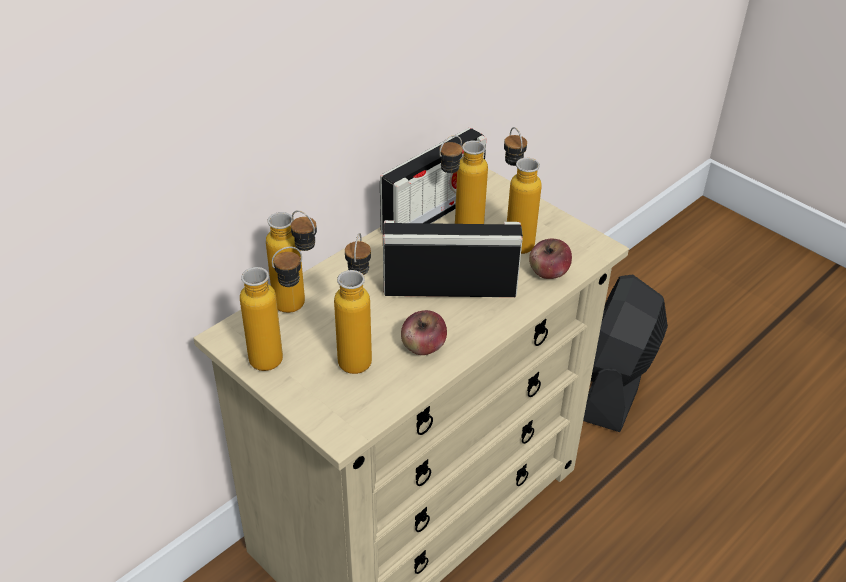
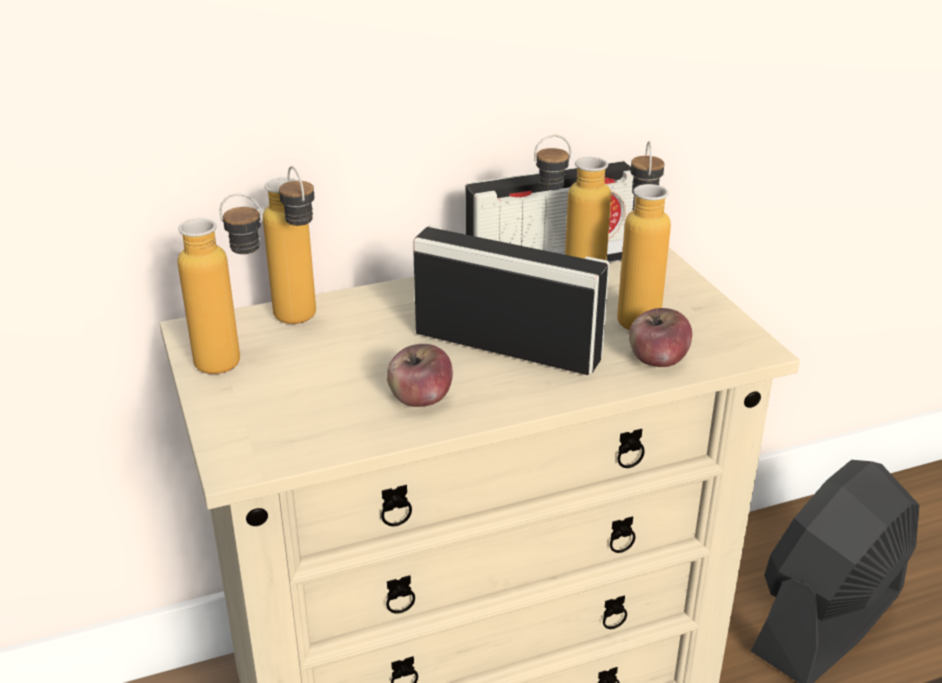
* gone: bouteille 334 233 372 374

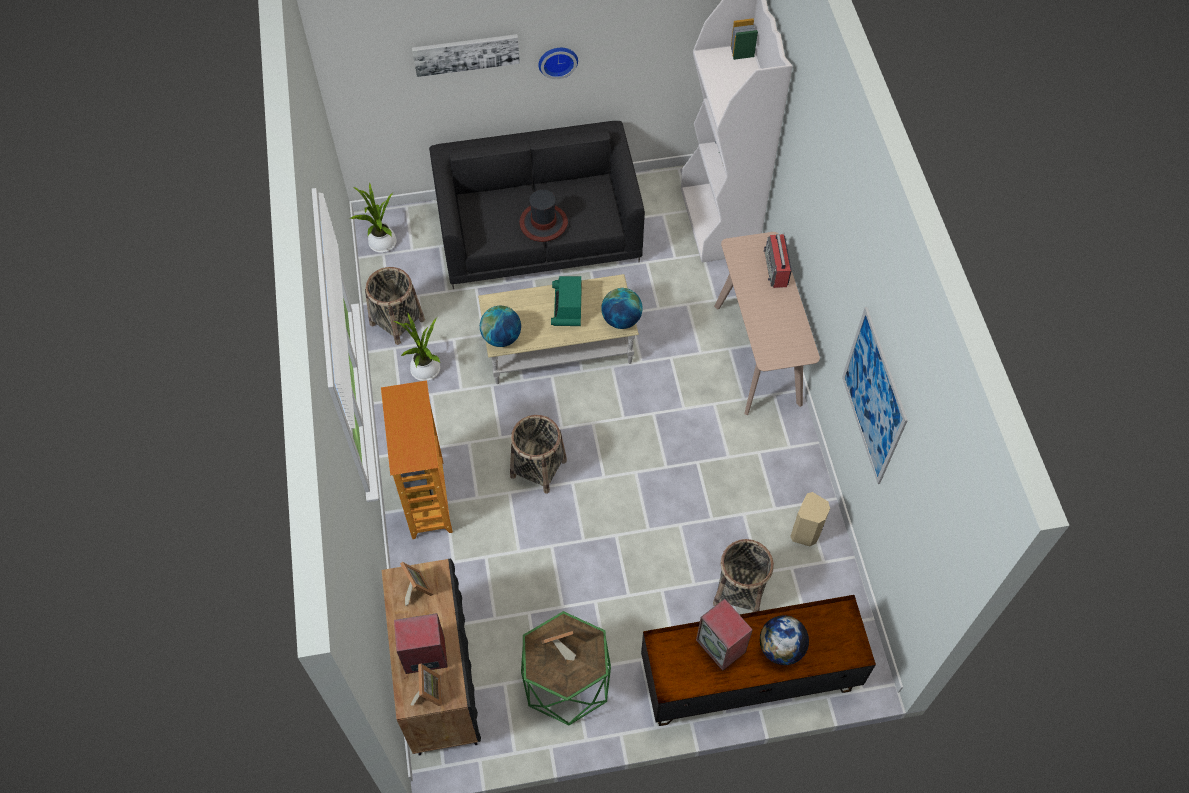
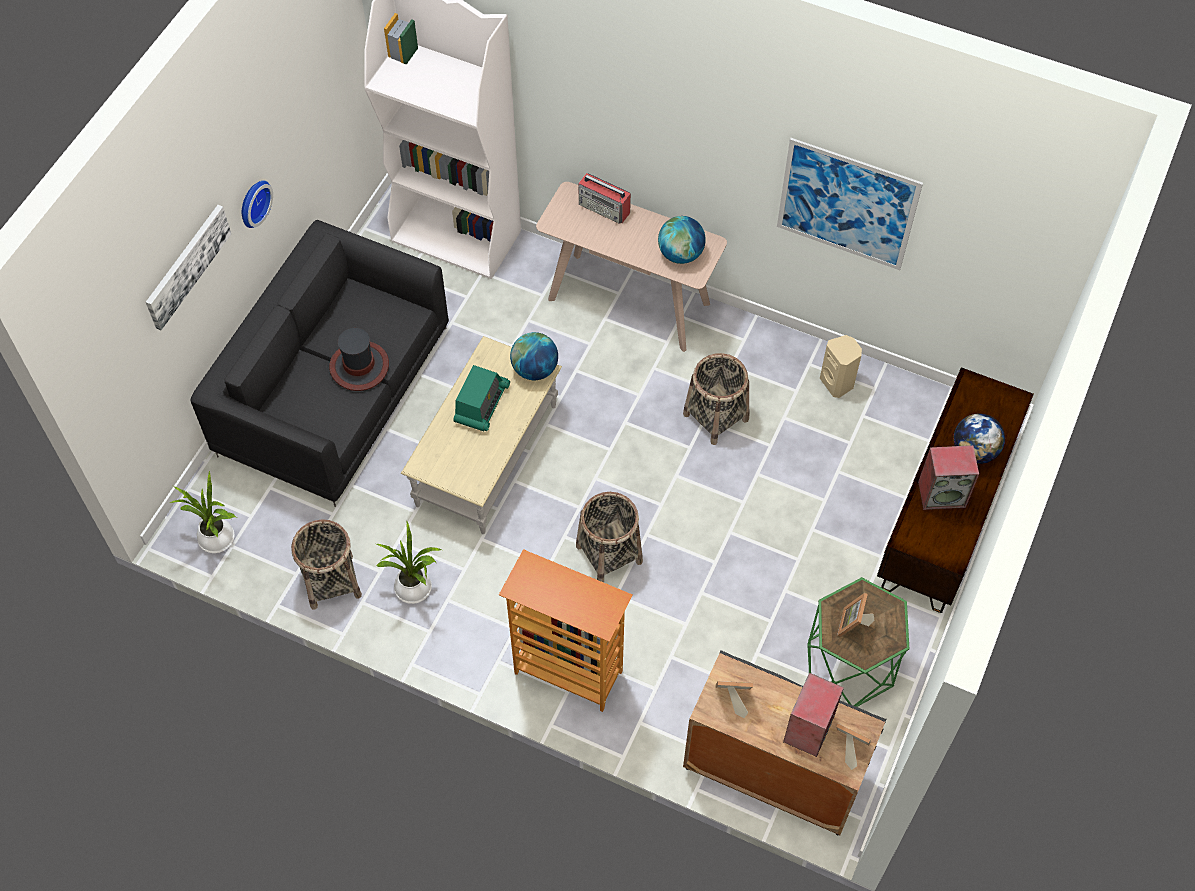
* shifted: globe 480 306 521 347 to 658 216 706 264
* rotated: radio 551 276 582 326 = 453 365 510 431 105 degrees counterclockwise
* shifted: panier 713 539 774 612 to 683 353 749 445

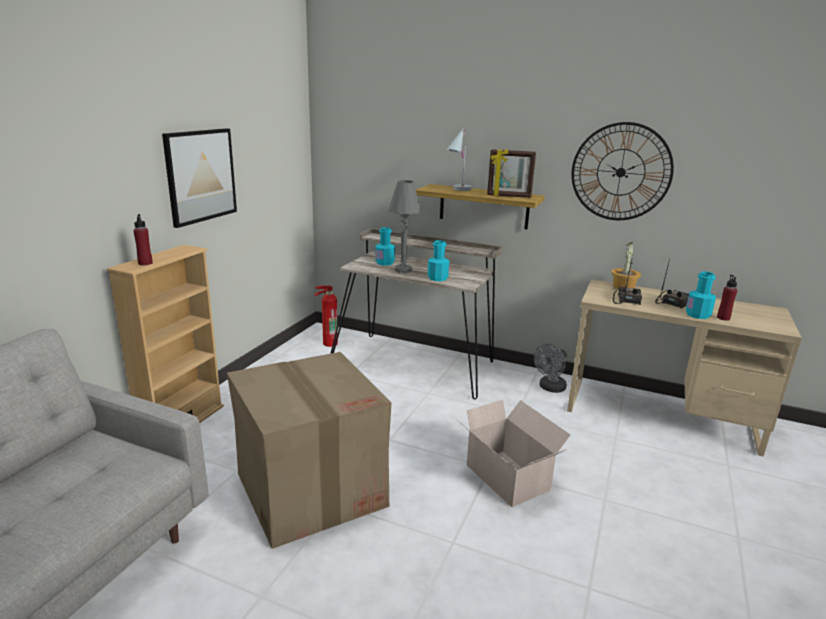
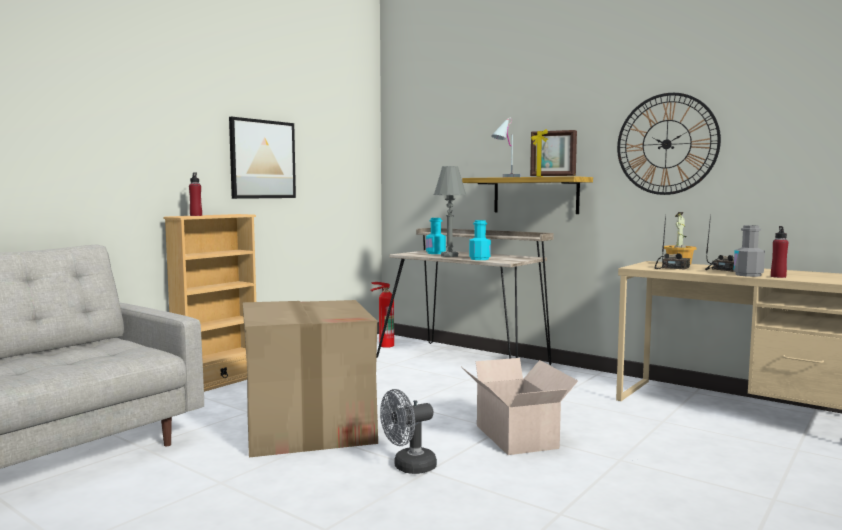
* shifted: ventilateur [gris] 534 344 567 393 to 380 389 437 474
* repainted: bouteille [turquoise] 686 271 716 319 to bouteille [gris] 733 225 765 277

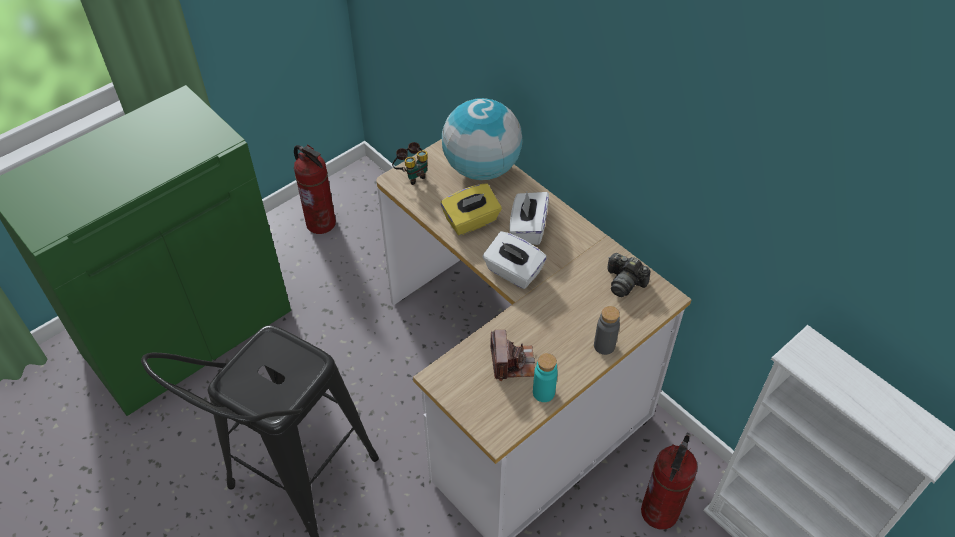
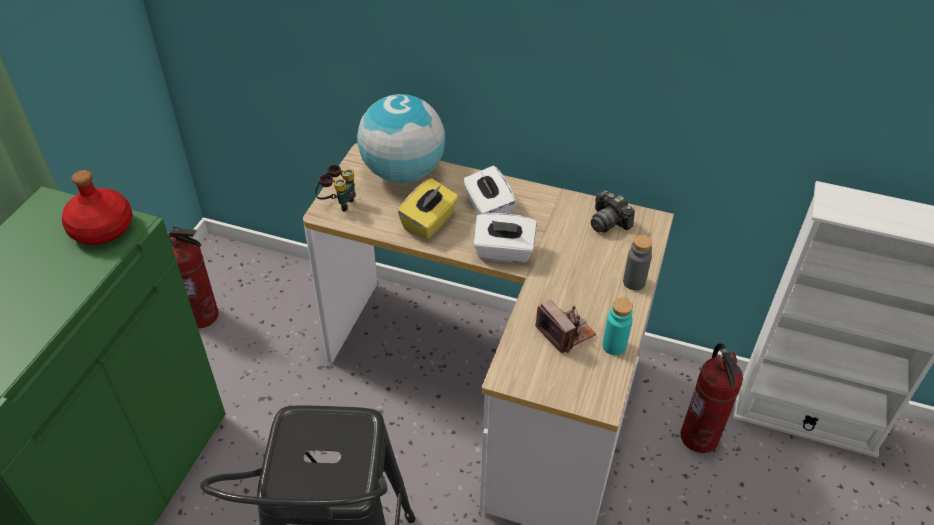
* rotated: appareil photo 607 253 651 297 = 591 190 635 233 45 degrees clockwise
* new: bouteille [rouge] 62 170 133 245

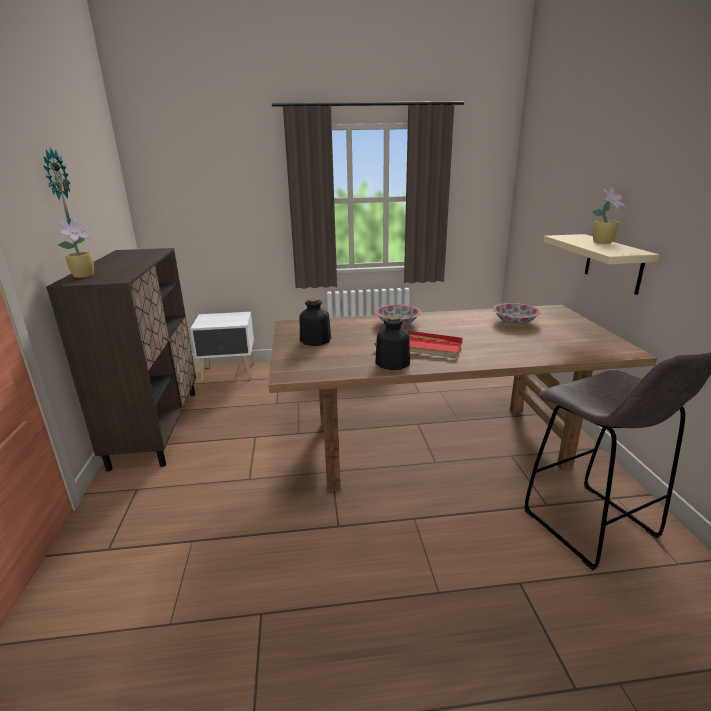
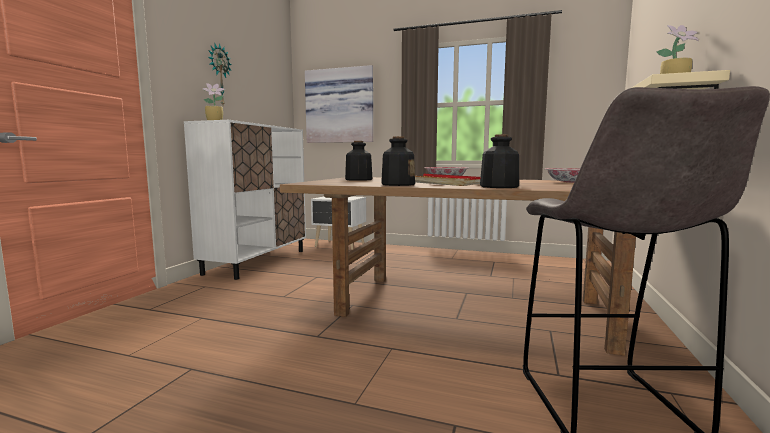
* repainted: meuble de rangement [marron] 46 248 196 471 to meuble de rangement [blanc] 184 120 306 280
* new: tableau 305 65 373 143
* new: bouteille 480 134 519 188

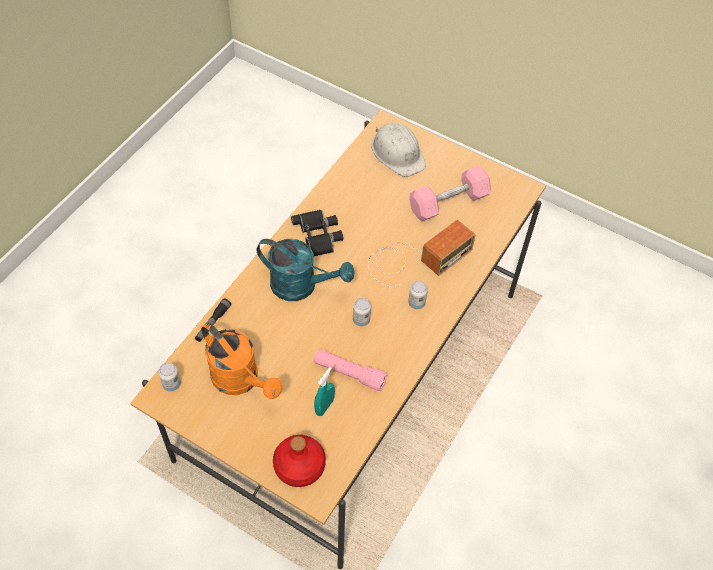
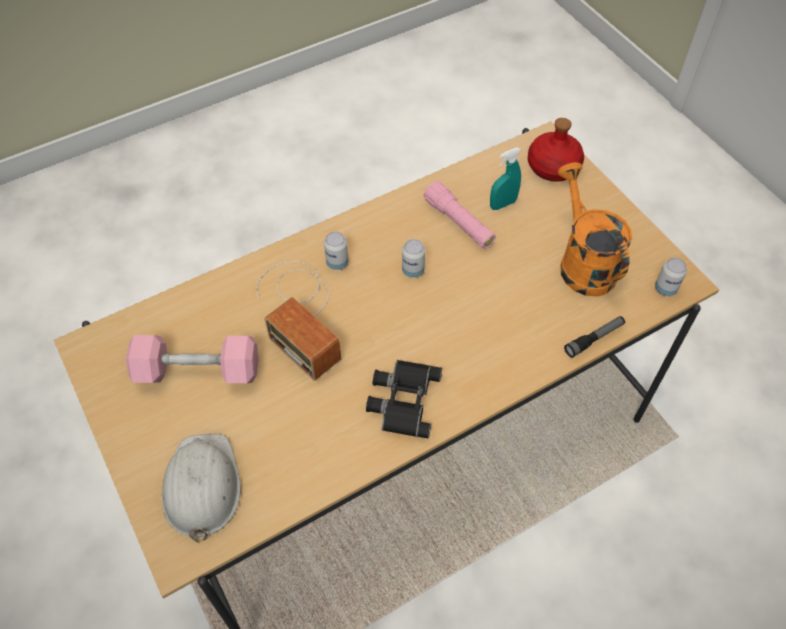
* gone: arrosoir [turquoise] 257 239 355 301
* rotated: radio 368 220 476 287 = 256 261 341 381 120 degrees counterclockwise

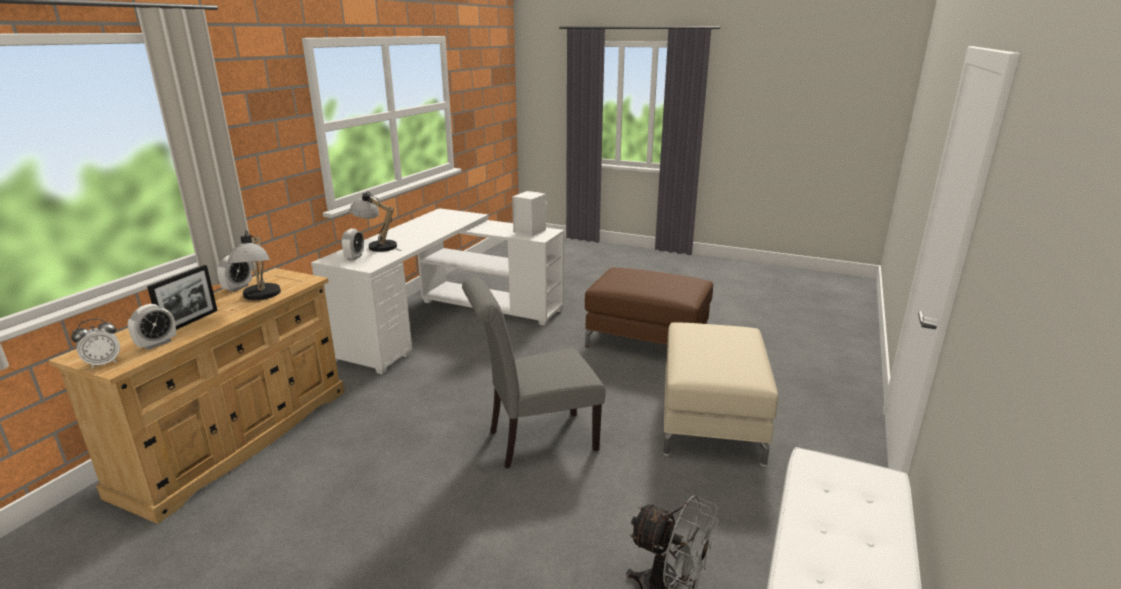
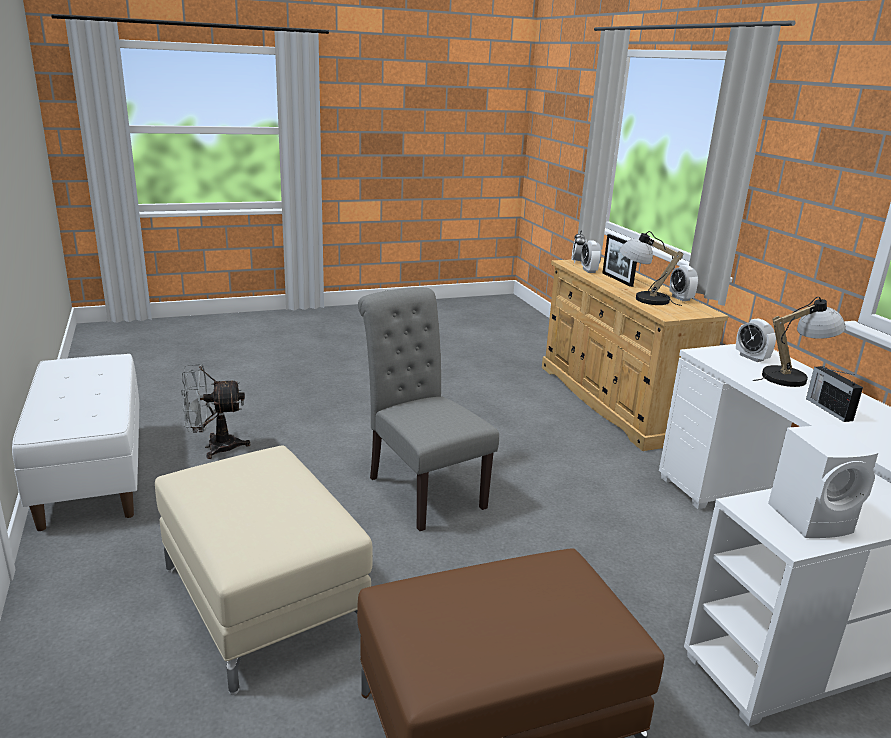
* rotated: chaise [gris] 462 277 605 469 = 358 287 499 531 60 degrees counterclockwise
* new: radio 806 366 863 422

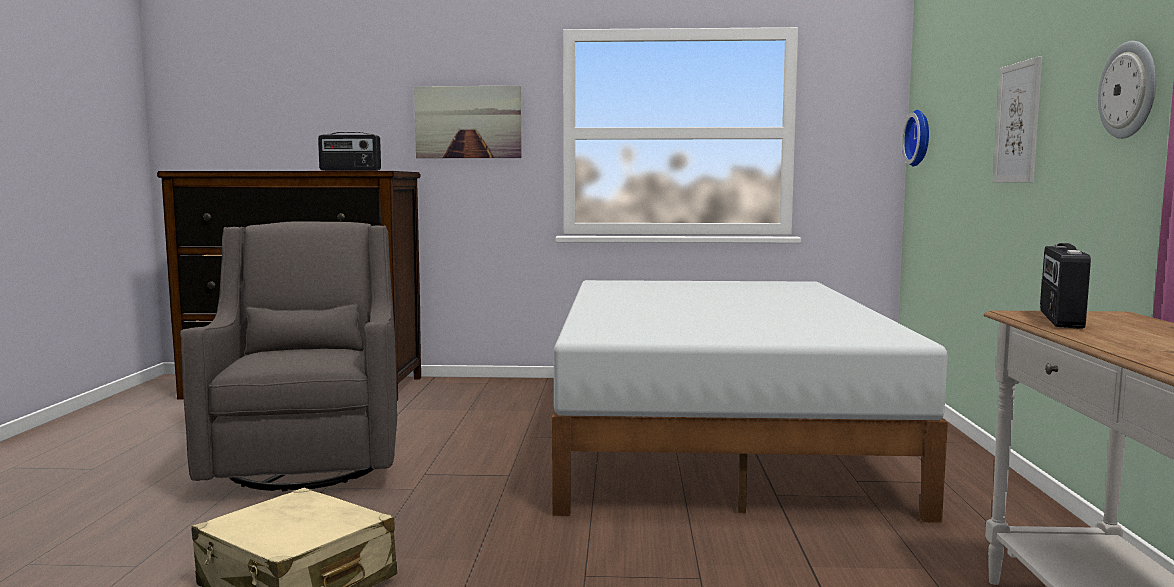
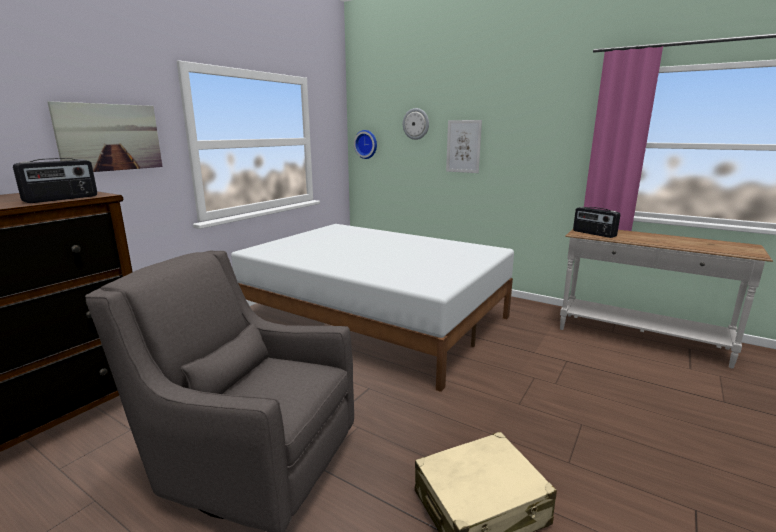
* shifted: horloge murale 1098 41 1156 139 to 403 108 429 140

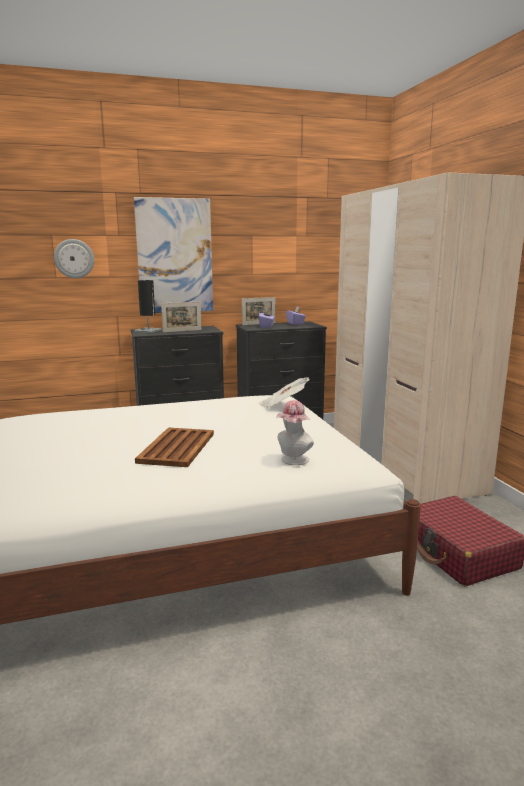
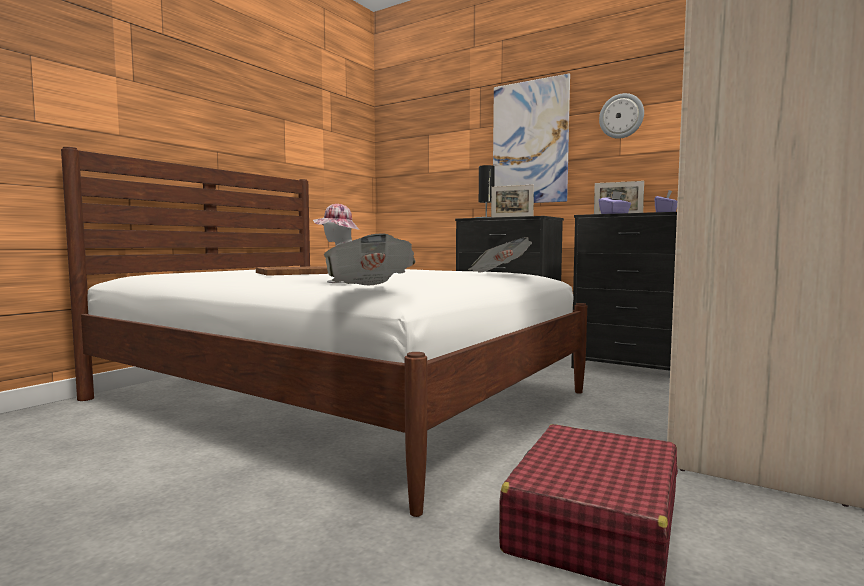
* shifted: horloge murale 54 239 94 278 to 599 93 644 139
* new: journal 324 233 416 285

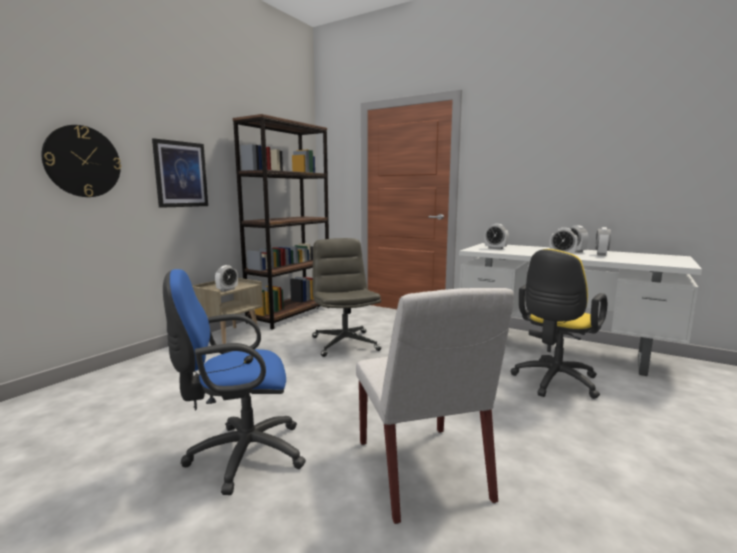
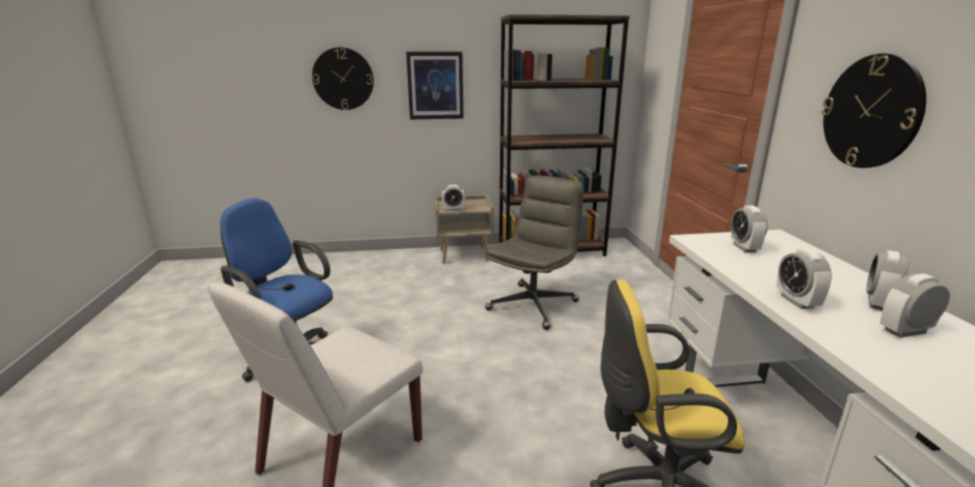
* new: horloge murale 822 54 926 168

